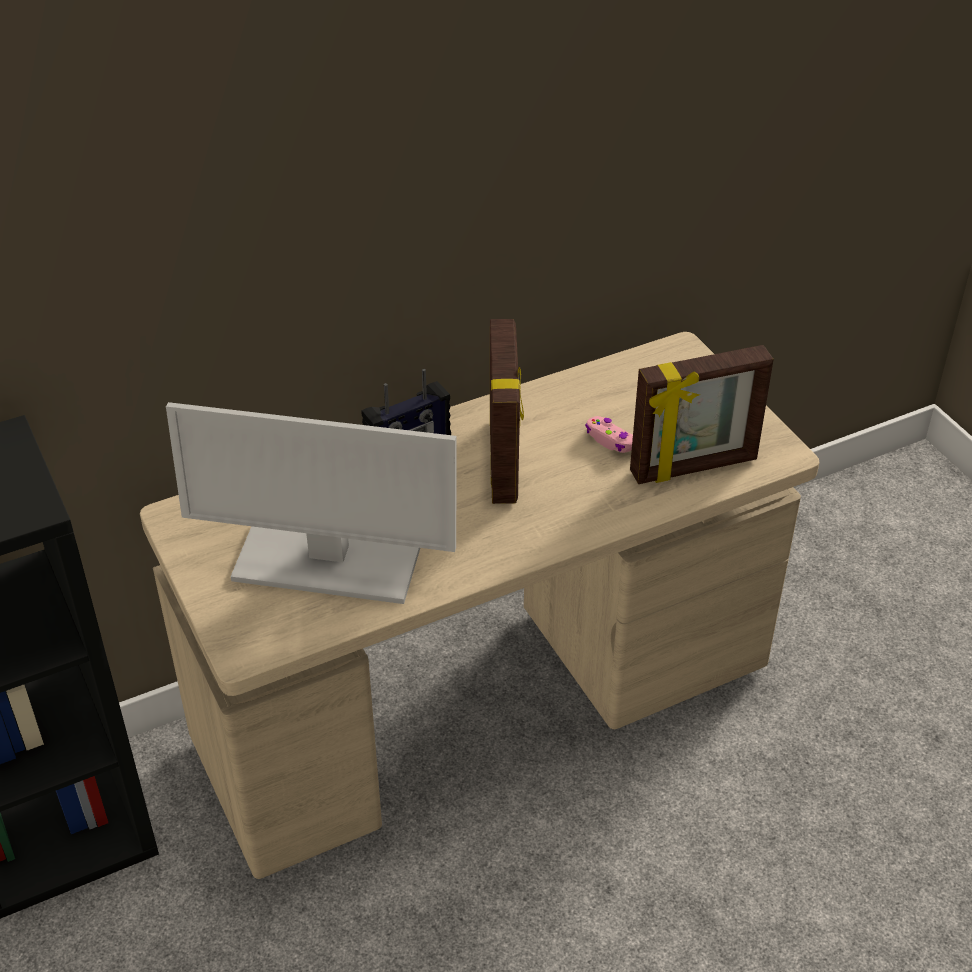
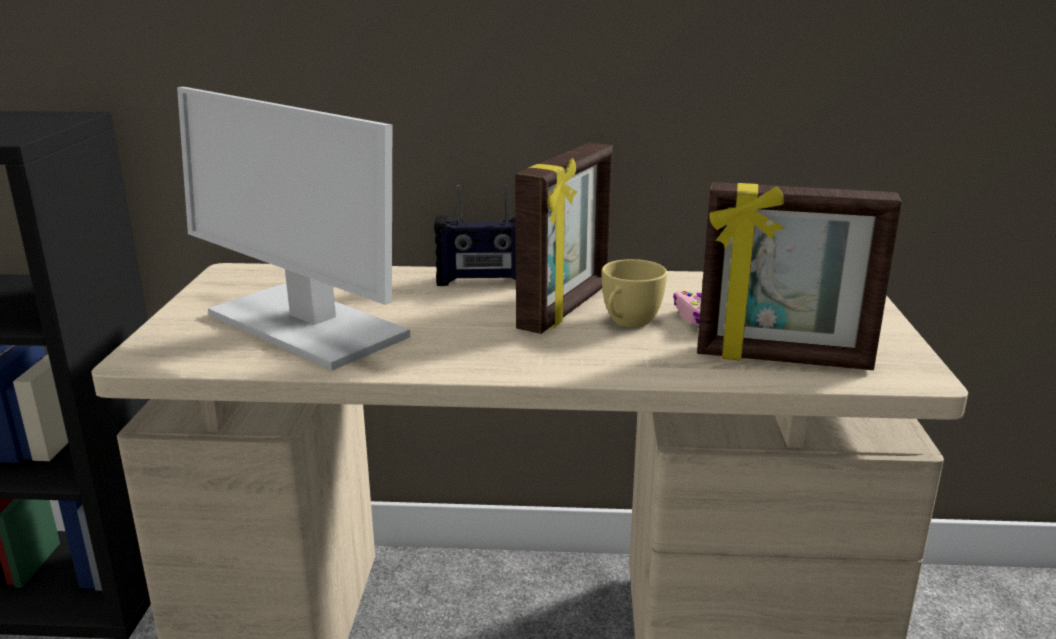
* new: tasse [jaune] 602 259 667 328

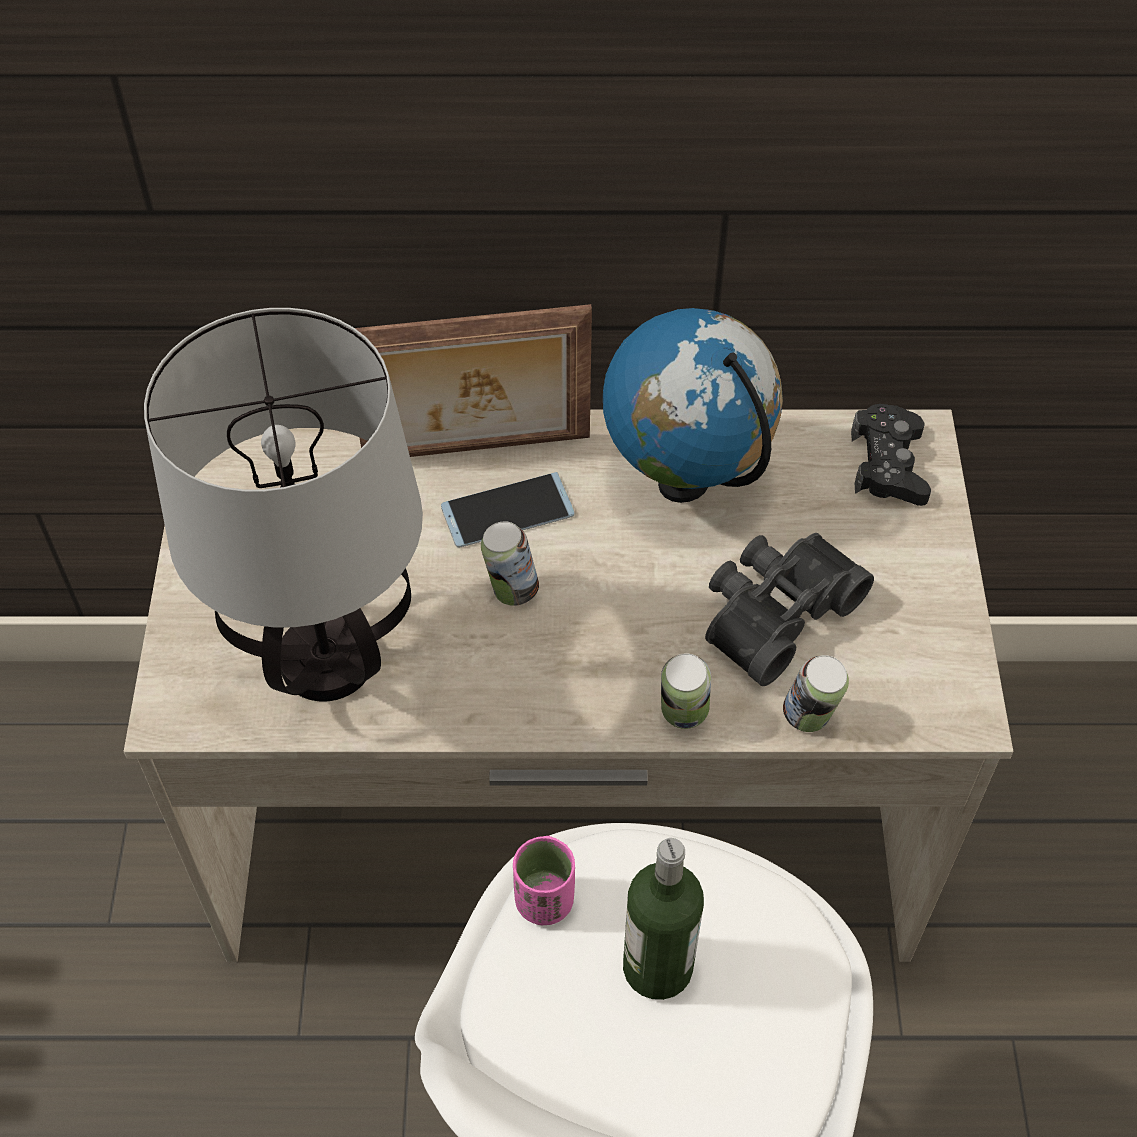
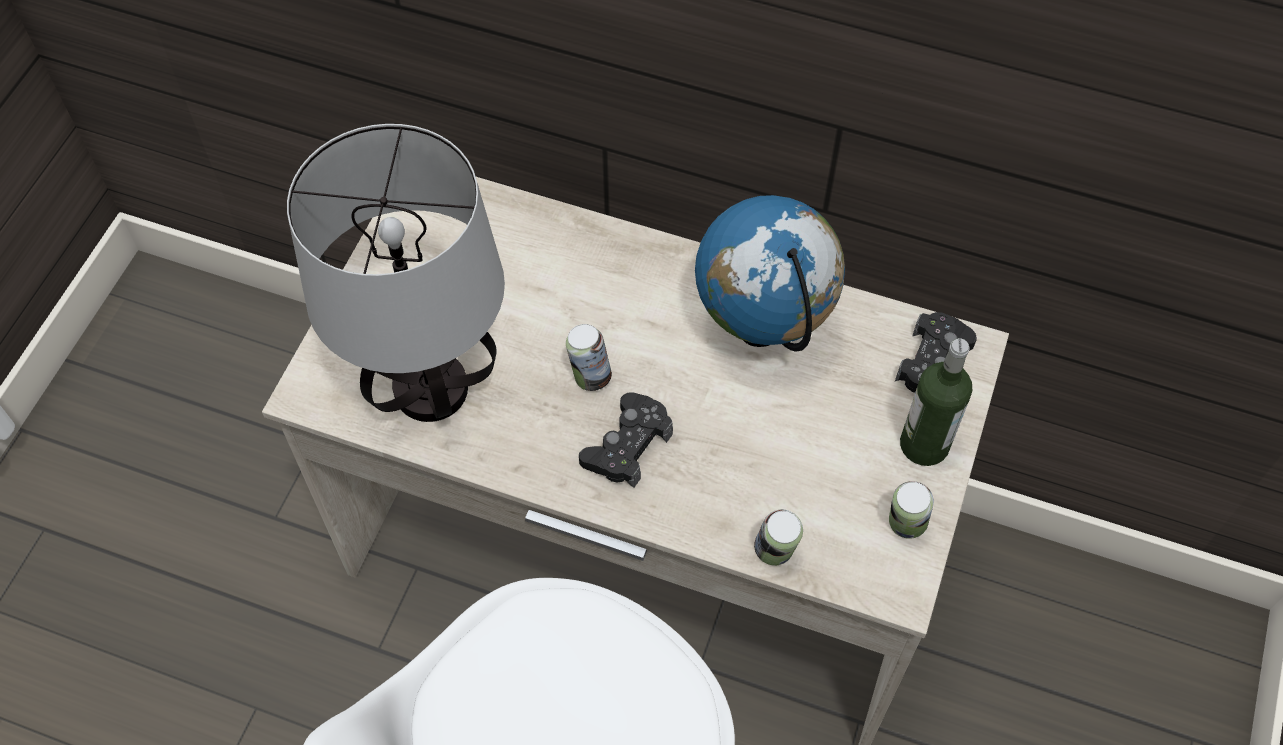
* gone: cadre photo 355 304 592 457
* gone: téléphone 441 472 575 547
* gone: tasse [rose] 513 836 575 925
* shifted: bouteille 623 838 704 1000 to 900 338 972 466
* shifted: boîte métallique 661 653 711 729 to 889 481 934 539
* gone: jumelles [noir] 705 533 874 686
* new: manette [noir] 579 392 673 488

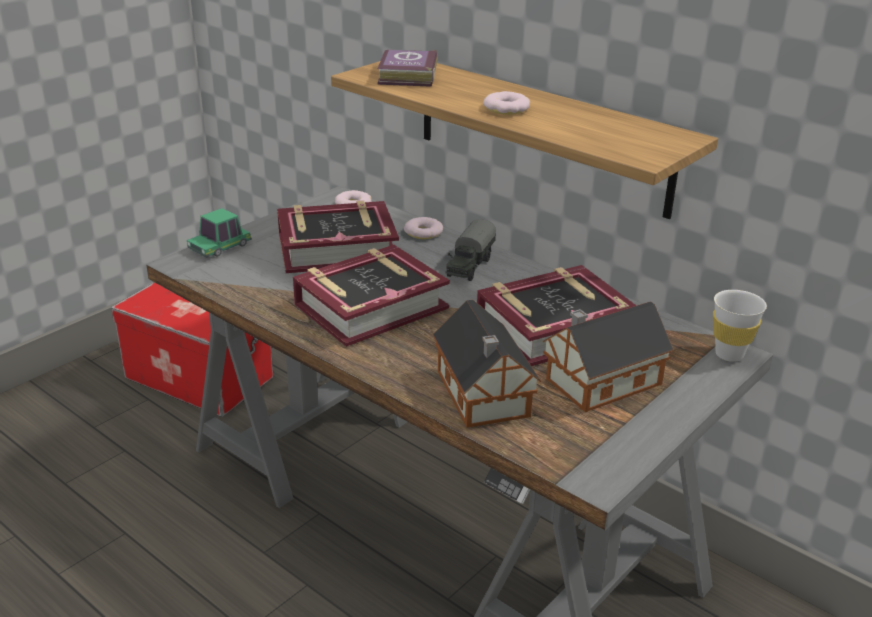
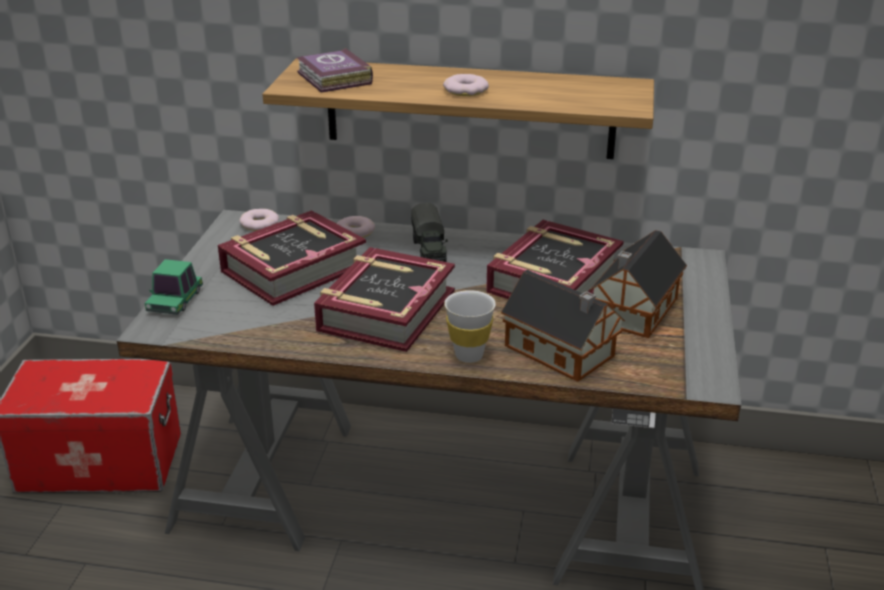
* shifted: tasse [blanc] 713 290 767 362 to 444 290 496 363

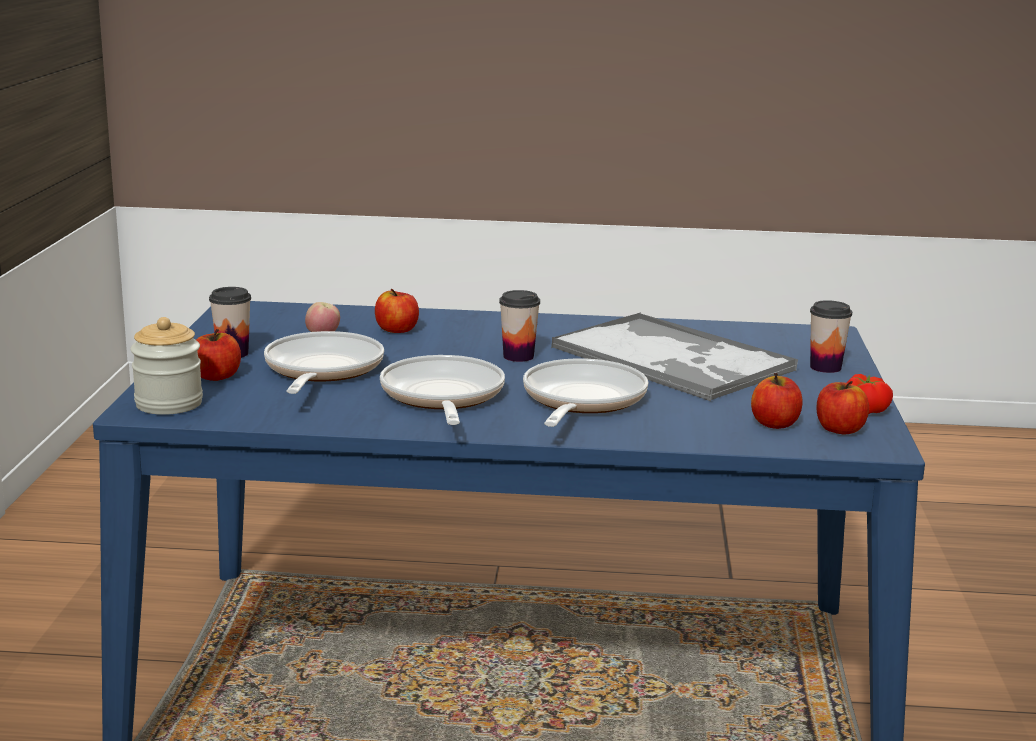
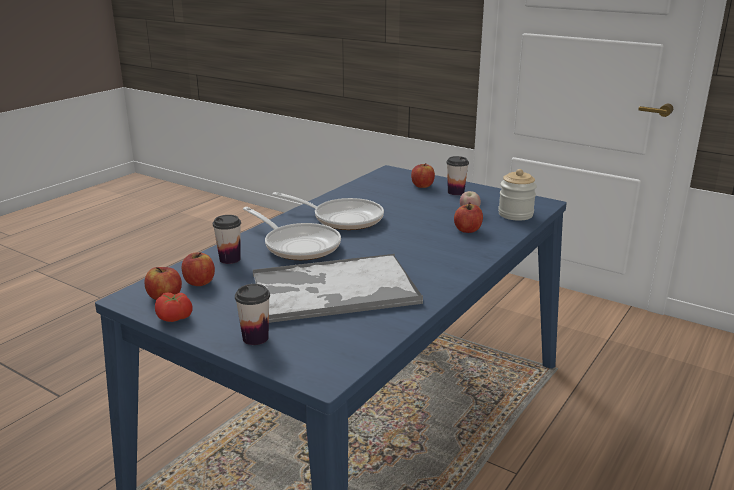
* shifted: bocal 130 317 203 415 to 498 169 537 221
* gone: poêle 264 331 384 394
* shifted: tasse 499 290 540 362 to 213 215 241 264

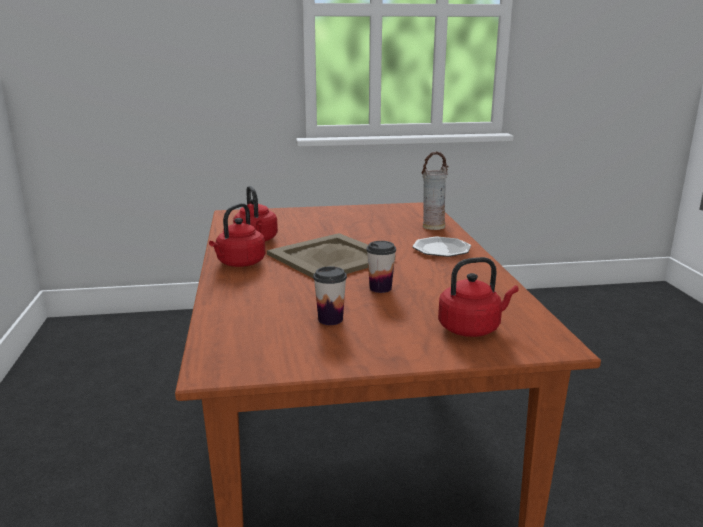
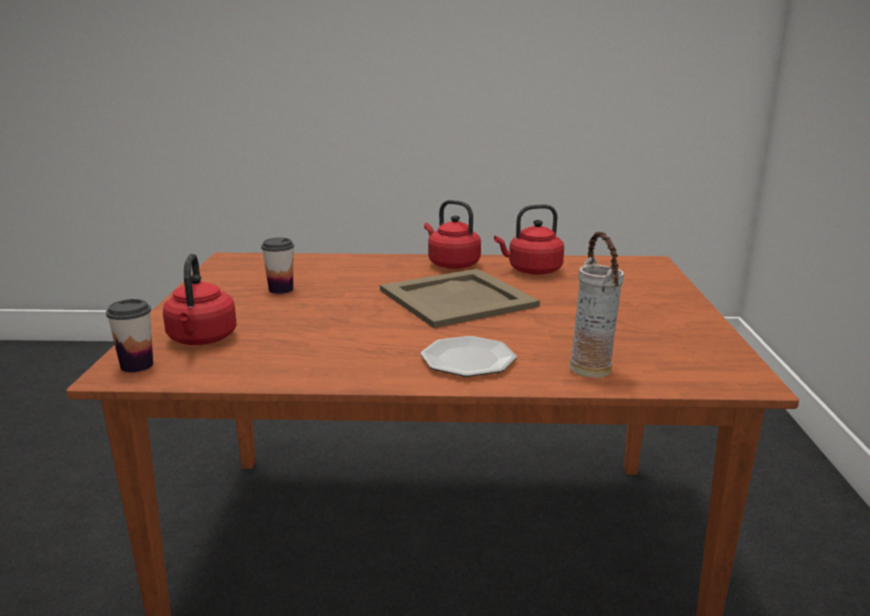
* shifted: tasse 366 241 396 293 to 106 299 153 372

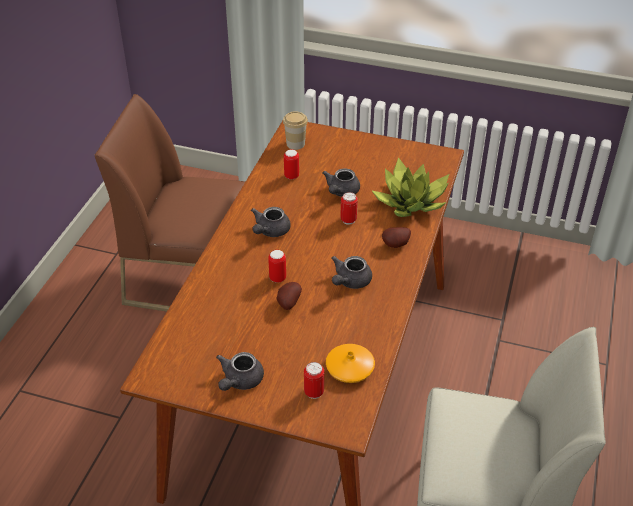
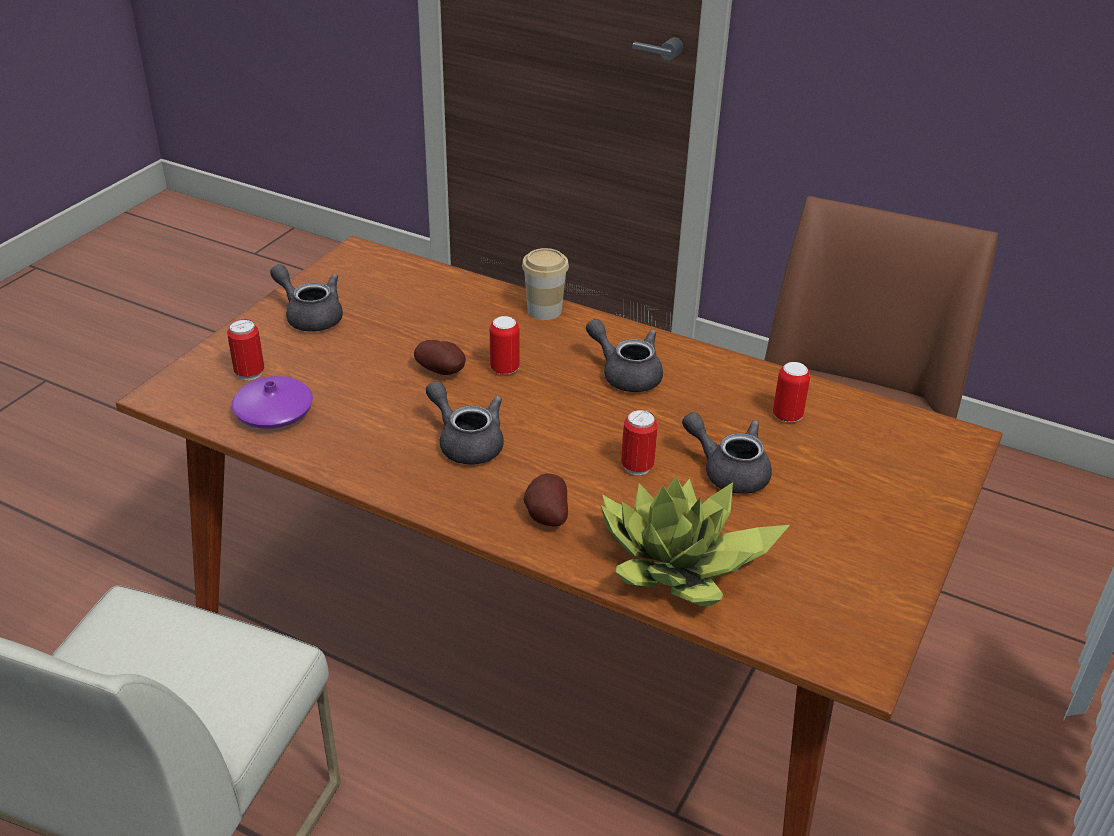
* shifted: tasse 283 111 308 150 to 522 248 569 320
* repainted: vase [orange] 326 344 375 383 to vase [violet] 232 376 313 428

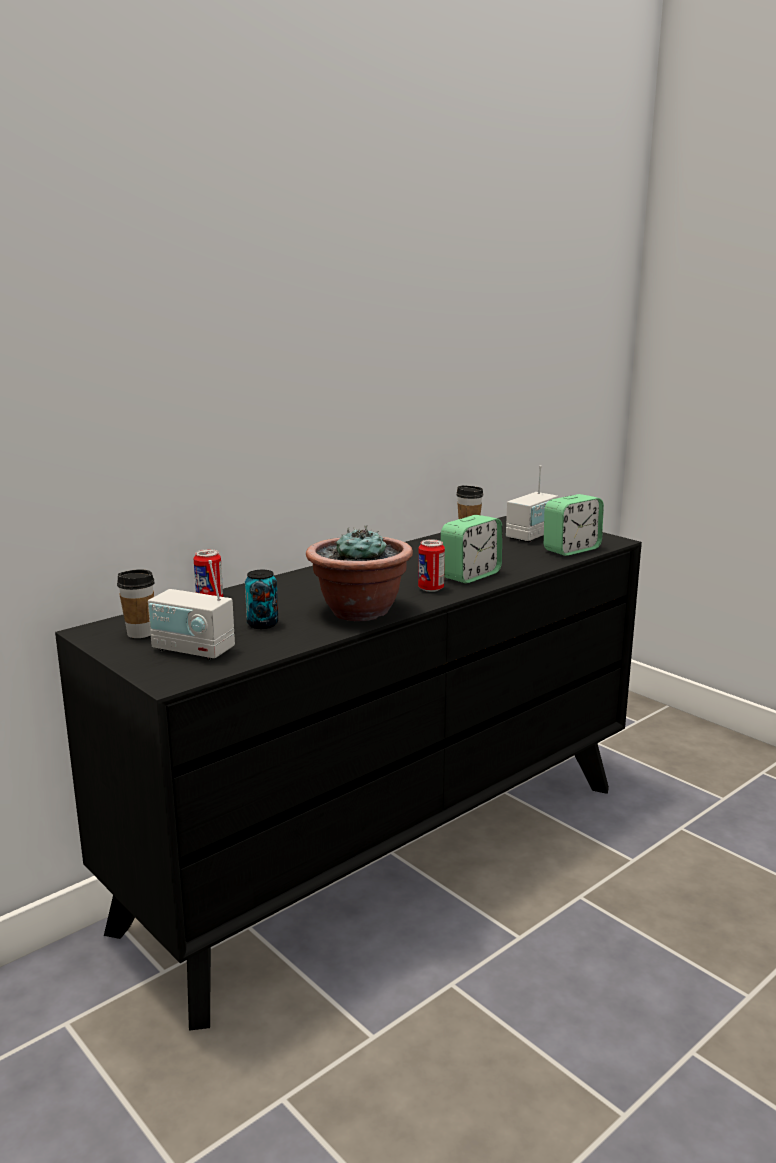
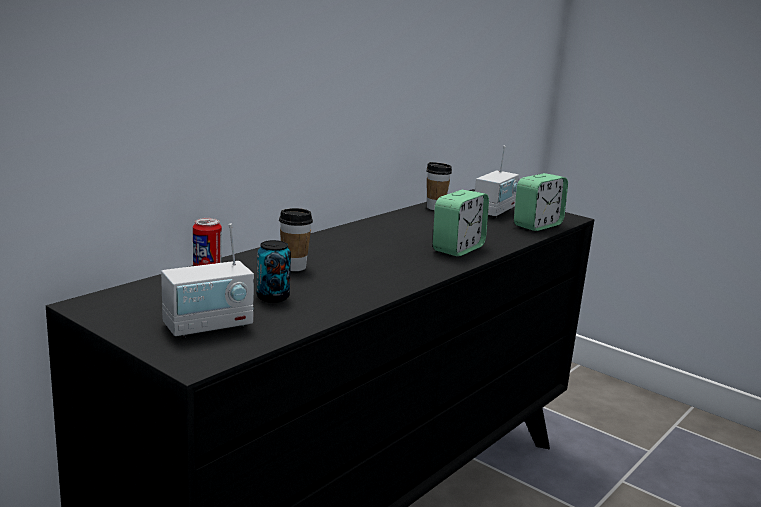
* shifted: tasse 117 569 155 638 to 279 208 313 271
* rotated: radio 148 560 235 660 = 161 223 254 338 45 degrees counterclockwise
* gone: plante en pot 306 526 413 621
* gone: boîte métallique 418 539 445 592

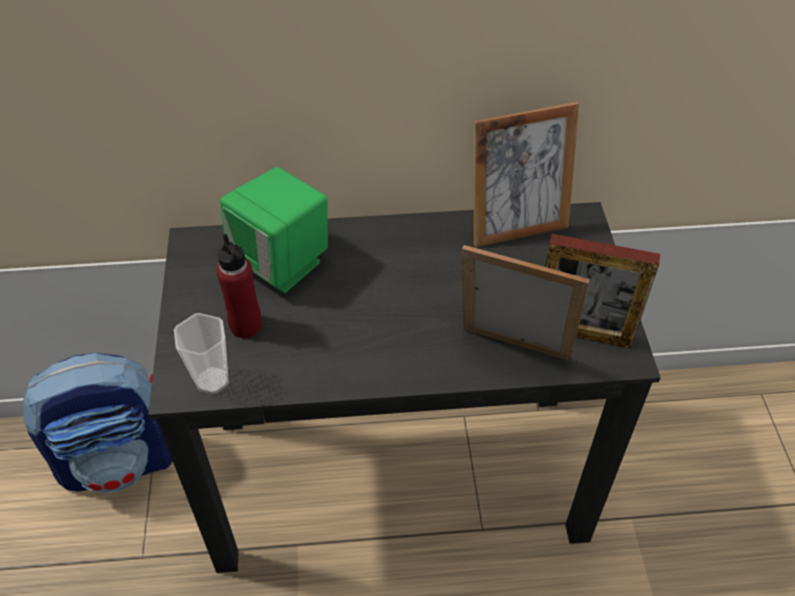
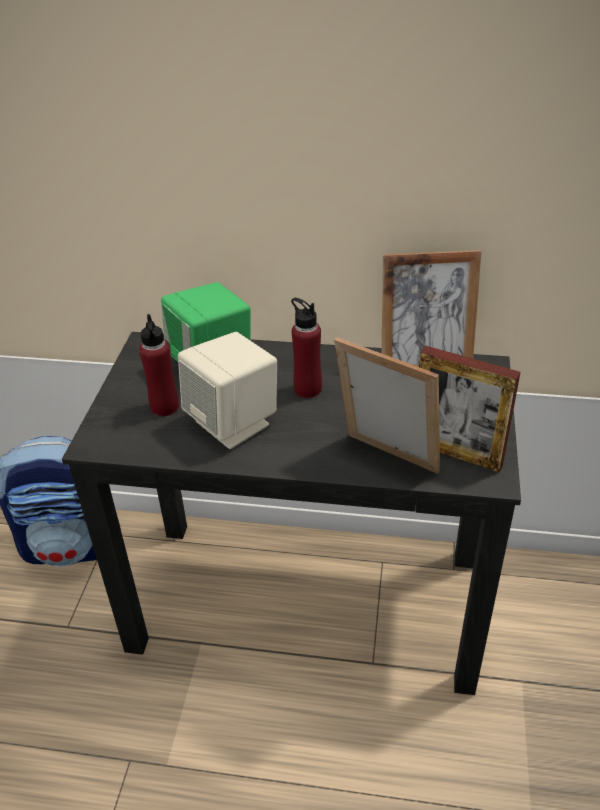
* gone: tasse 174 313 229 394
* new: enceinte [beige] 178 332 277 449
* new: bouteille [rouge] 291 298 322 398

